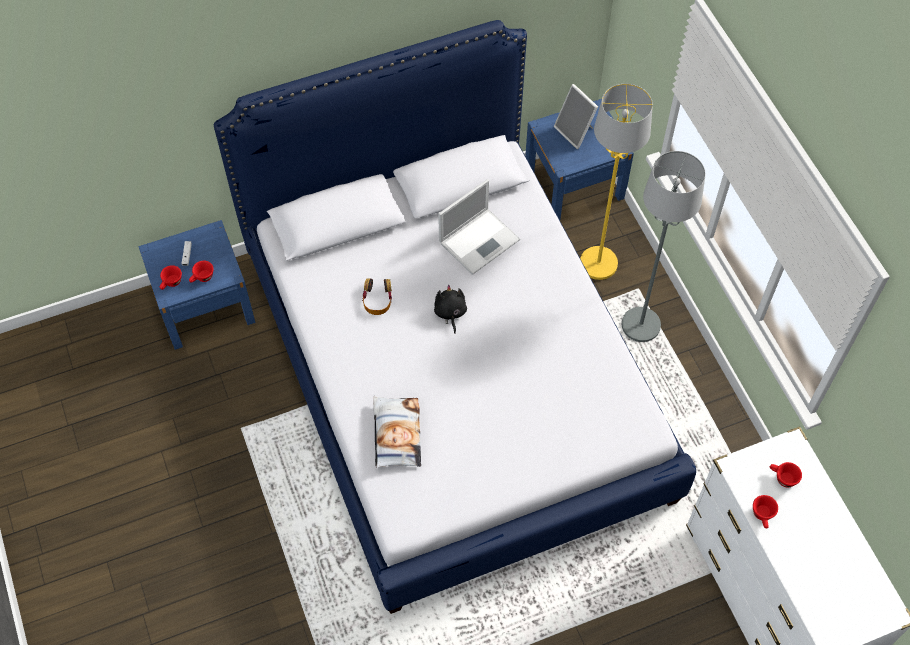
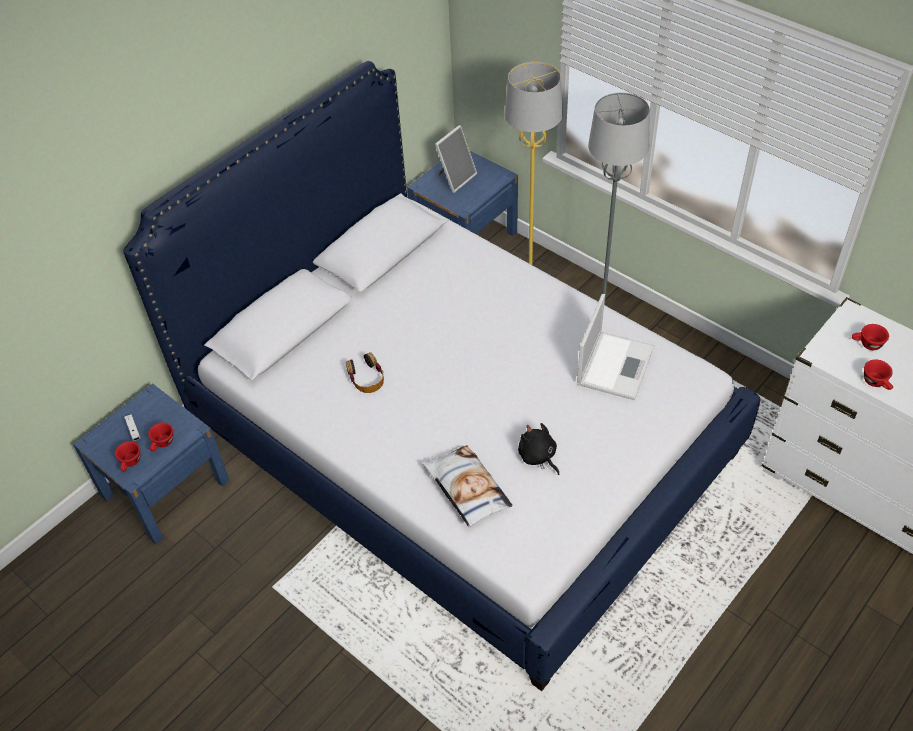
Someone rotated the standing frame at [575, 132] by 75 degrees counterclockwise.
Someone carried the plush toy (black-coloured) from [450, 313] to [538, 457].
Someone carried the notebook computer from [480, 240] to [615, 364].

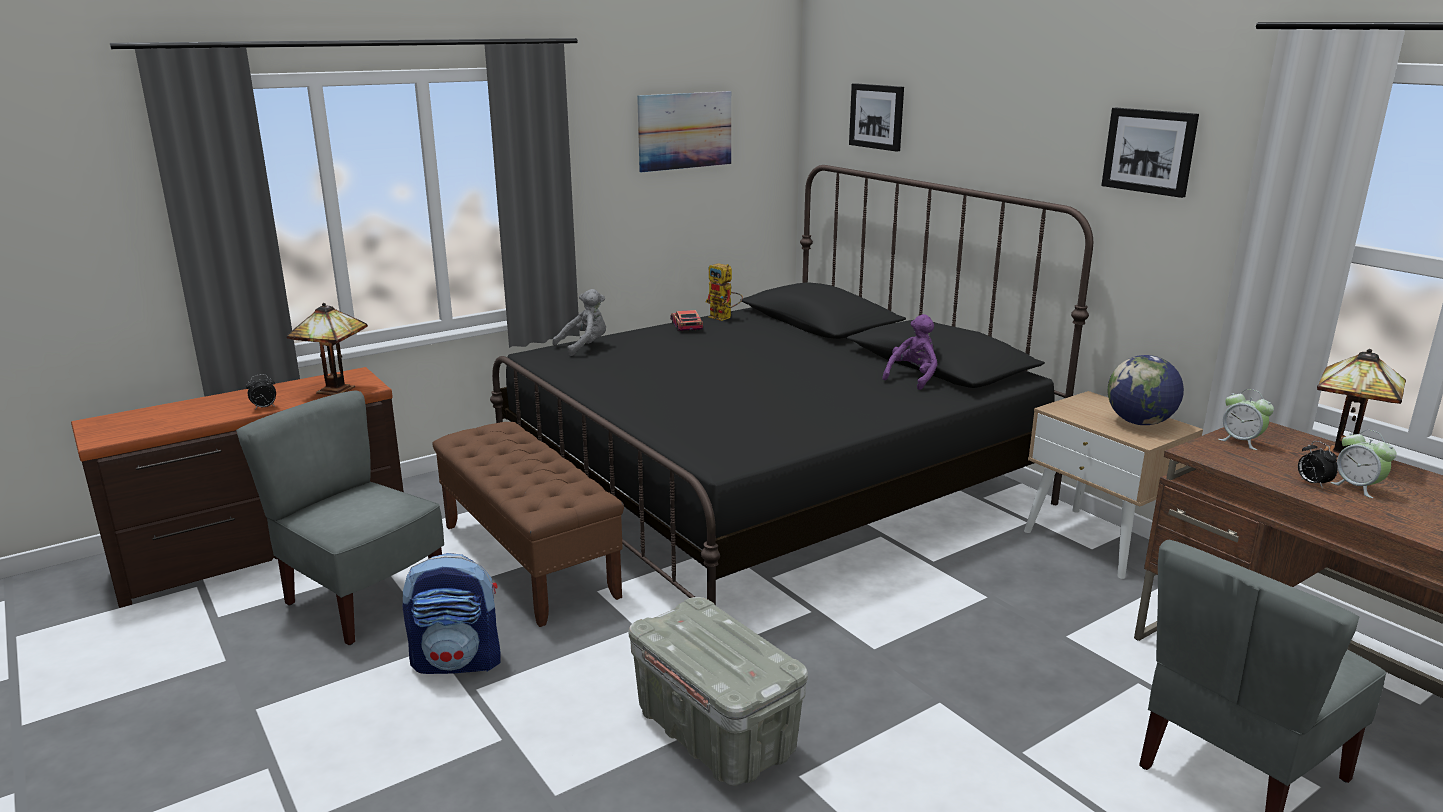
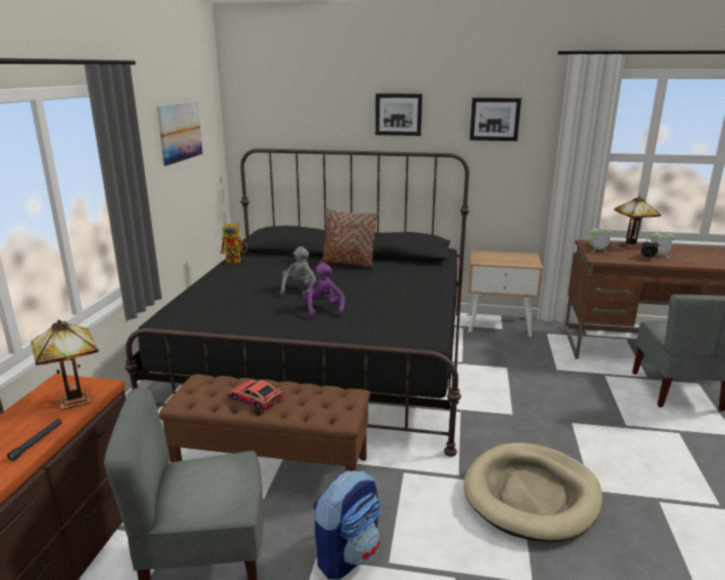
Someone swapped the alarm clock at [264, 408] for the torch (black-coloured) at [37, 442].
Someone carried the miniature car from [686, 326] to [254, 398].
Someone carried the plush toy (gray) from [585, 346] to [299, 289].
Someone carried the plush toy (purple-coloured) from [913, 378] to [323, 309].
Someone put down the cushion (brownish) at [348, 263].
Someone carried the wall art from [877, 116] to [398, 114].
Someone swapped the storage box (gray) at [716, 733] for the dog bed (beige) at [531, 495].
Someone took away the globe at [1139, 422].

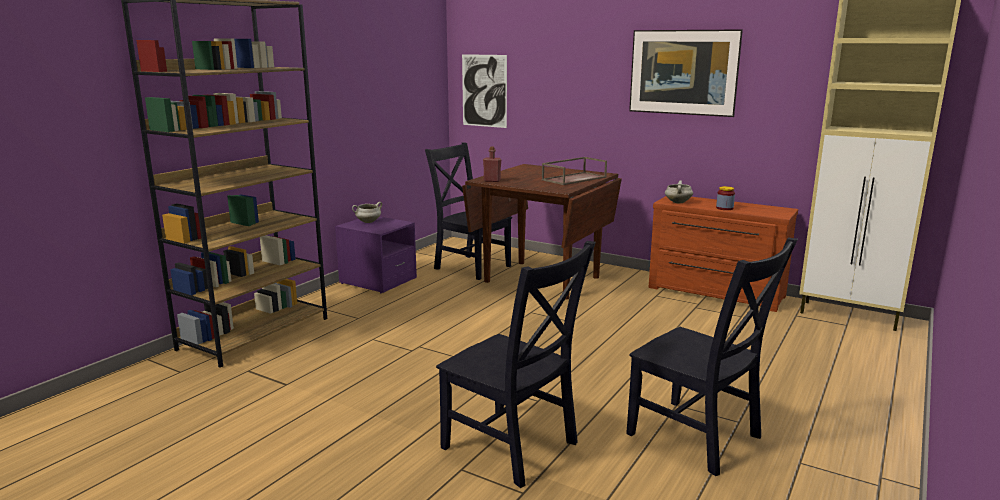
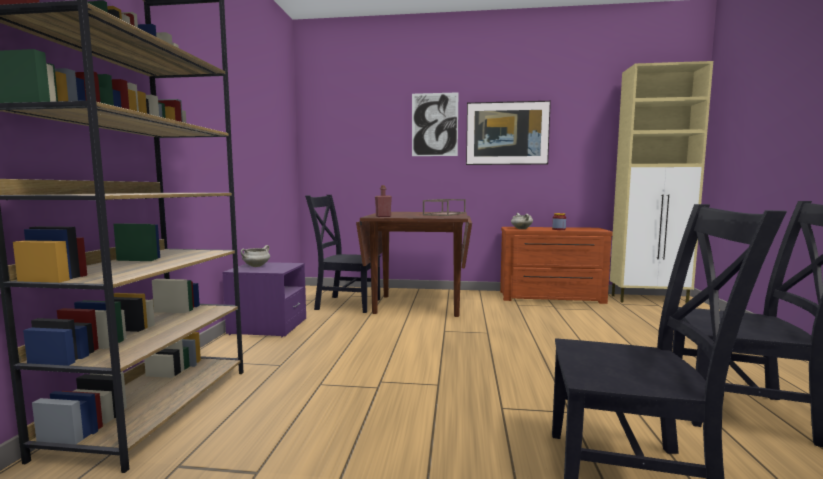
Someone carried the wall art from [484, 91] to [434, 124].

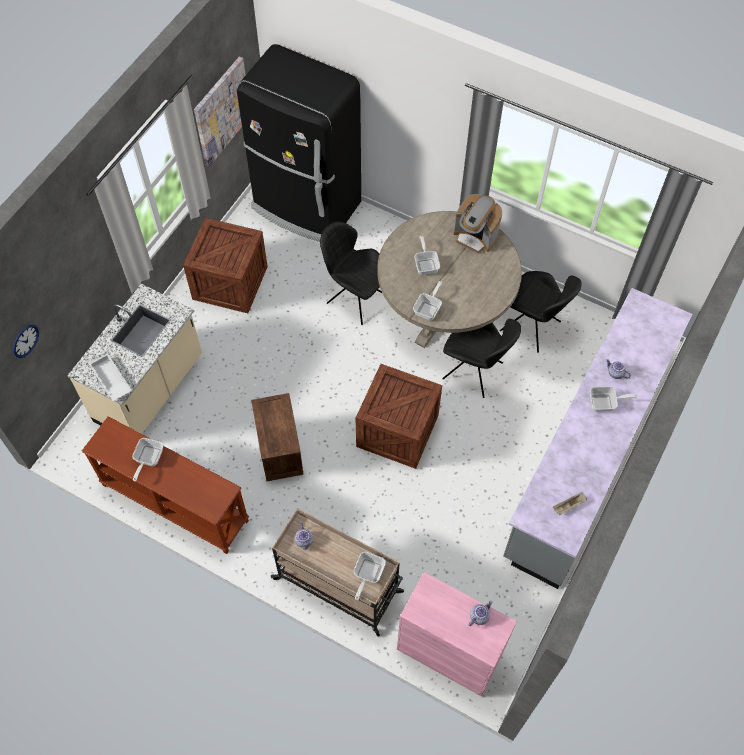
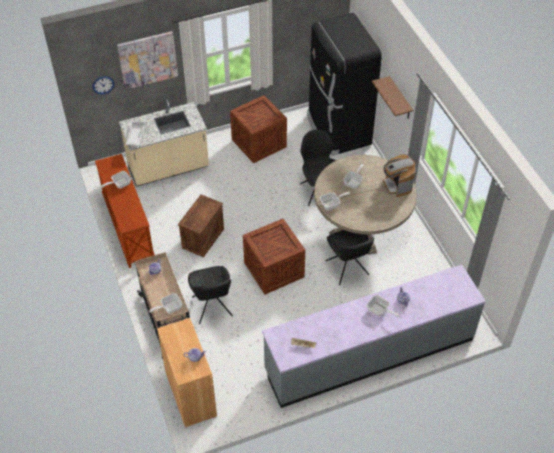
Someone carried the wall art from [221, 111] to [147, 59].
Someone repainted the storage cabinet (pink) at [449, 652], which became the storage cabinet (brownish) at [190, 393].
Someone carried the upright chair (black-coloured) from [532, 327] to [212, 308].
Someone put up the shelf (brownish) at [400, 99].

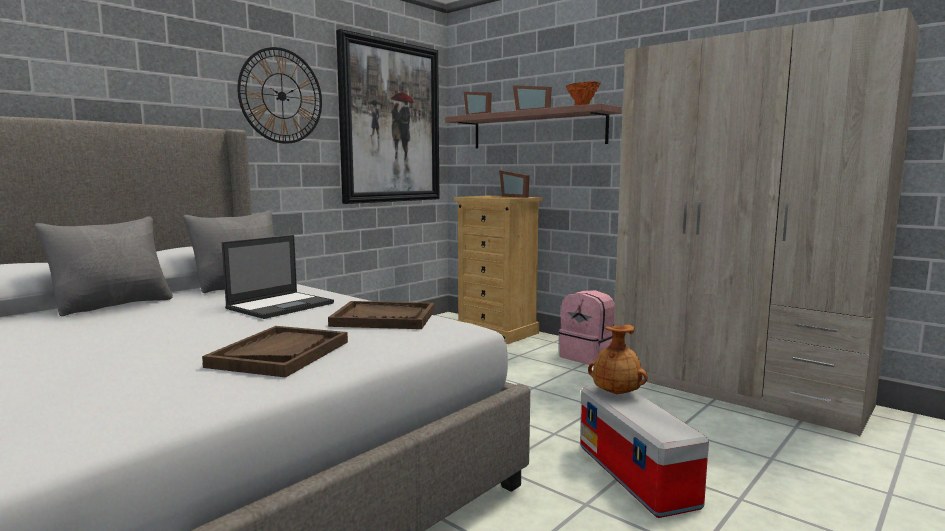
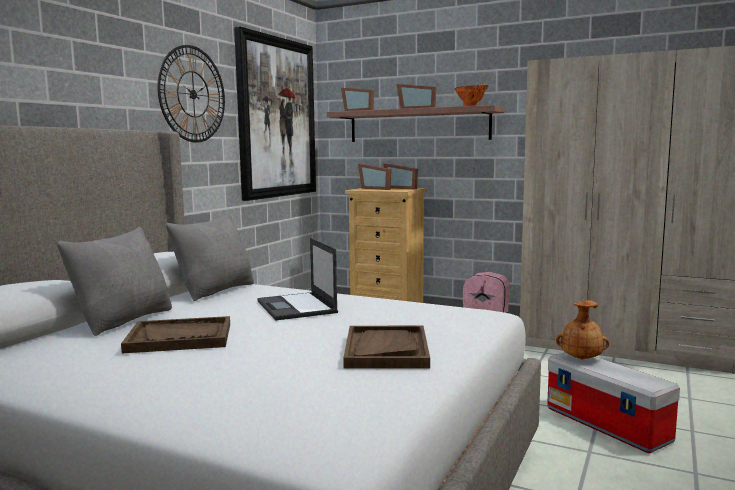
Someone carried the serving tray (brownish) from [384, 318] to [180, 338].
Someone rotated the notebook computer at [281, 305] by 135 degrees clockwise.
Someone put down the standing frame at [376, 188].

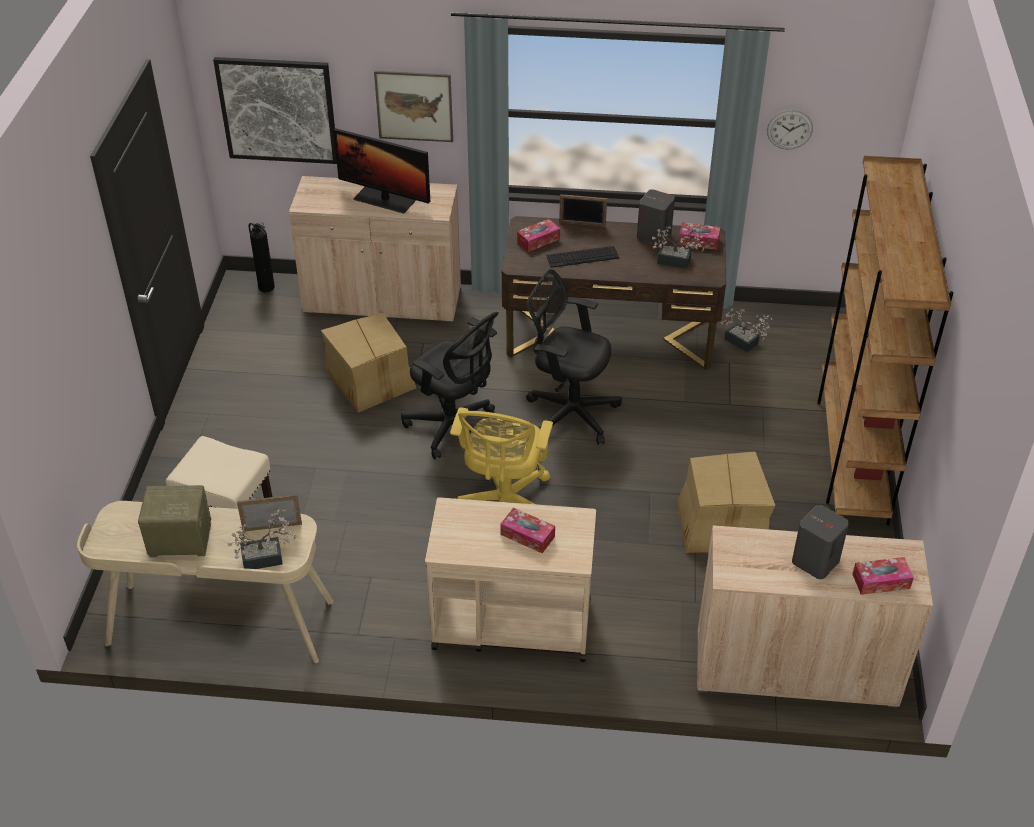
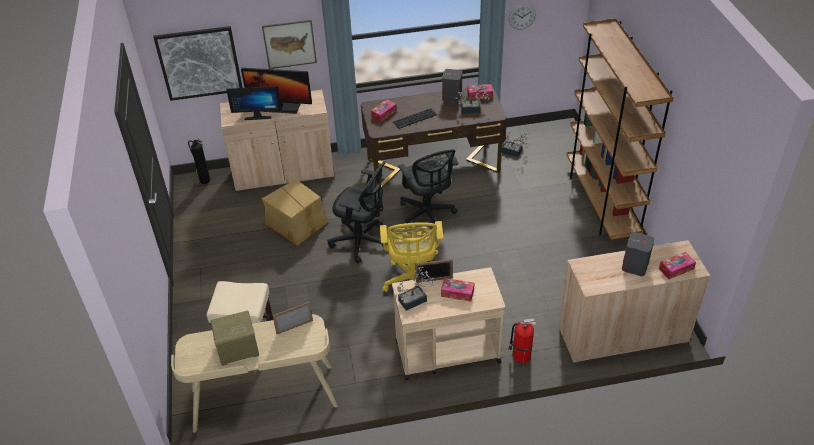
Someone put down the computer screen at [258, 116].
Someone carried the potted plant from [267, 558] to [415, 299].
Someone rotated the office chair (black-coloured) at [569, 411] by 120 degrees counterclockwise.
Someone carried the standing frame from [582, 224] to [434, 280].
Someone put down the extinguisher at [520, 355].
Someone took away the cardboard box at [721, 524].

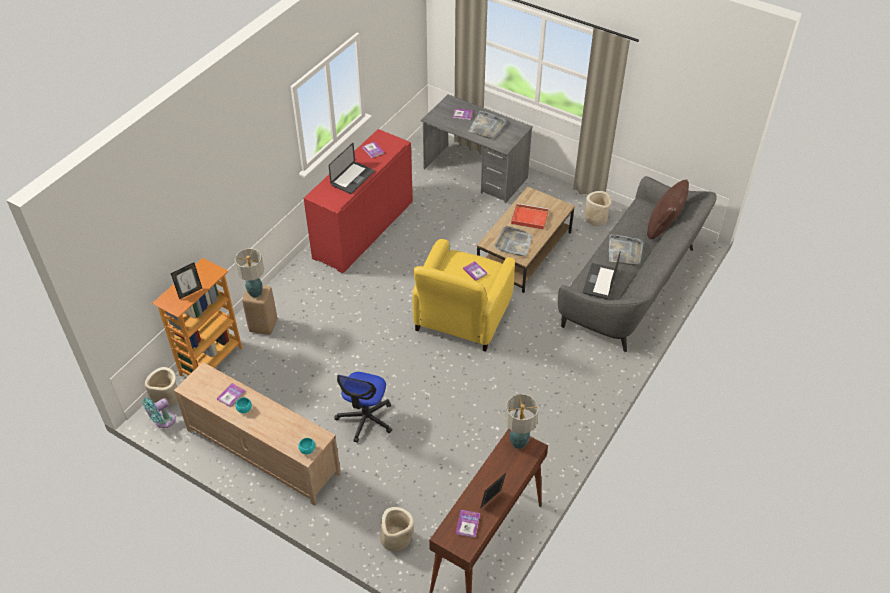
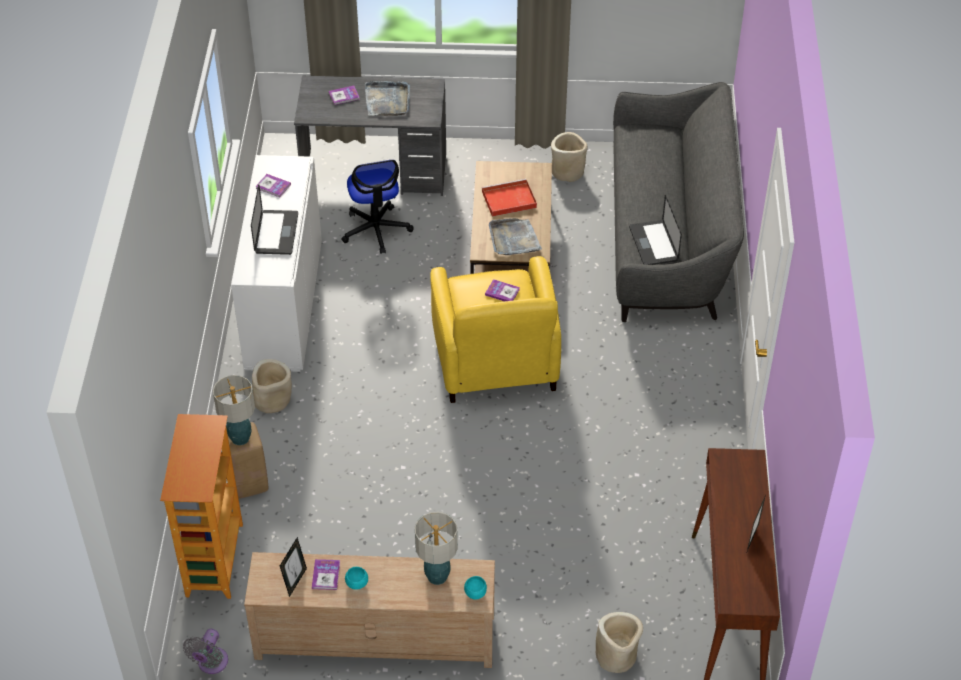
Someone repainted the fan (turquoise) at [163, 421], which became the fan (gray) at [211, 663].
Someone repainted the storage cabinet (red-coloured) at [363, 230], which became the storage cabinet (white) at [284, 304].
Someone carried the planter (beige) from [166, 397] to [272, 401].
Someone carried the standing frame from [190, 292] to [295, 581].
Someone carried the office chair from [365, 419] to [376, 230].
Someone carried the tabletop lamp from [518, 443] to [437, 577].
Someone took away the bound book at [467, 524].
Someone took away the serving tray (gray) at [624, 251].
Someone took away the cushion (brownish) at [663, 227].

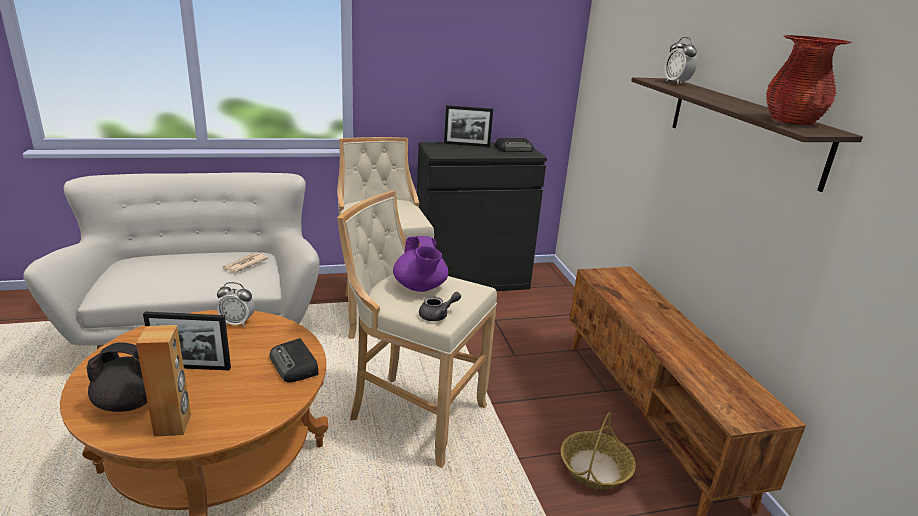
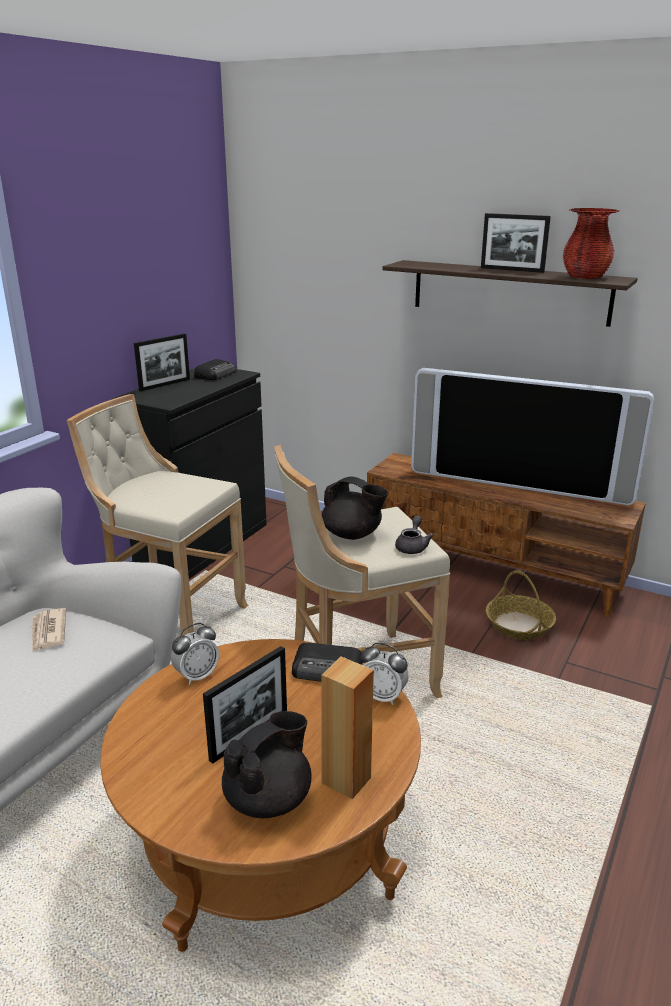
Someone repainted the tea pot (purple-coloured) at [420, 287], which became the tea pot (black-coloured) at [352, 534].
Someone carried the alarm clock from [676, 82] to [383, 696].
Someone put down the television at [519, 484].
Someone put down the standing frame at [512, 270].

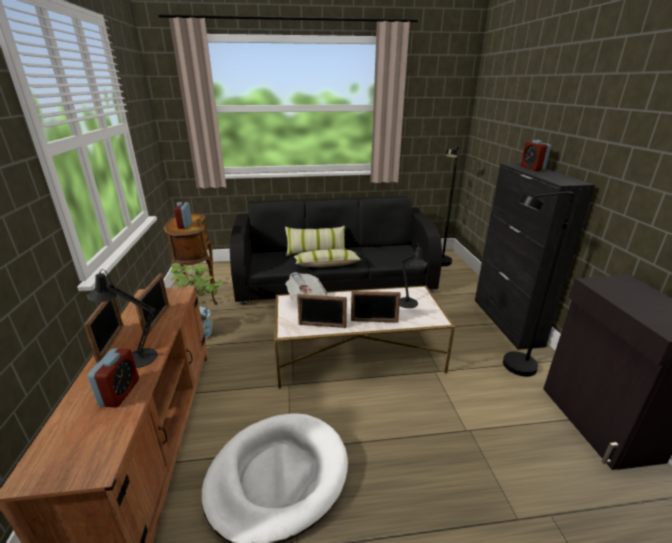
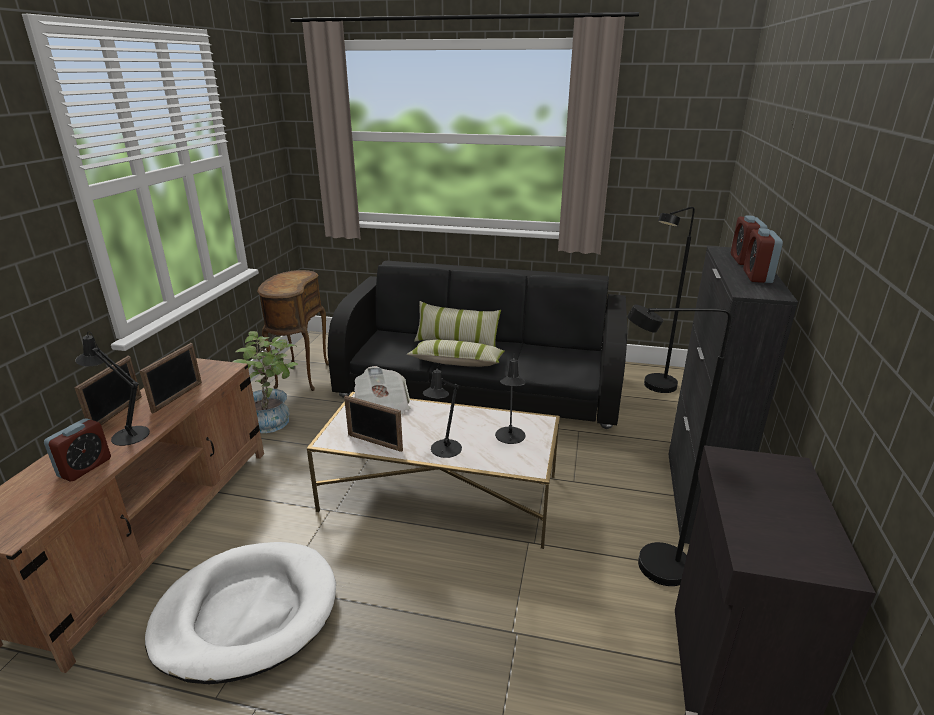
Someone swapped the standing frame at [374, 321] for the tabletop lamp (black-coloured) at [444, 451].
Someone carried the alarm clock from [185, 225] to [757, 276].

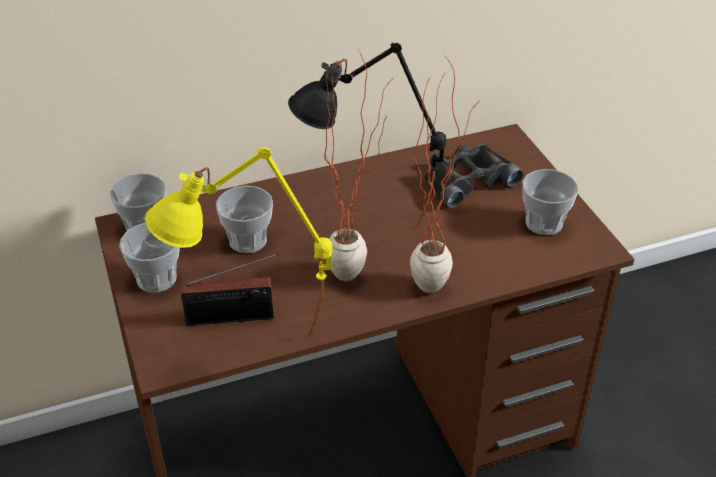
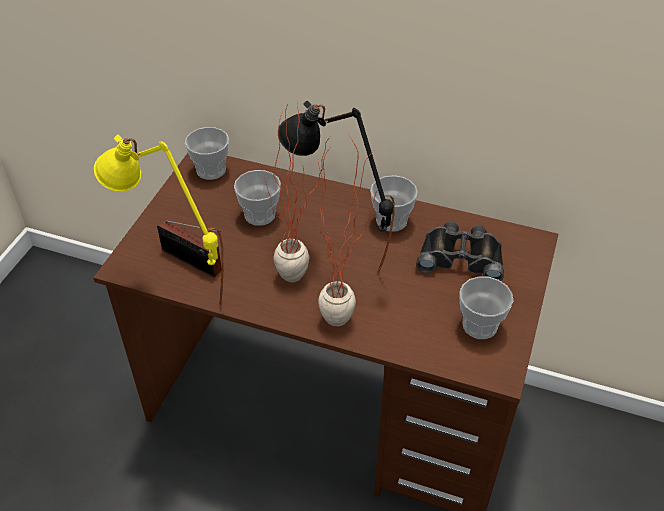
Someone carried the small cup from [156, 279] to [391, 221].

